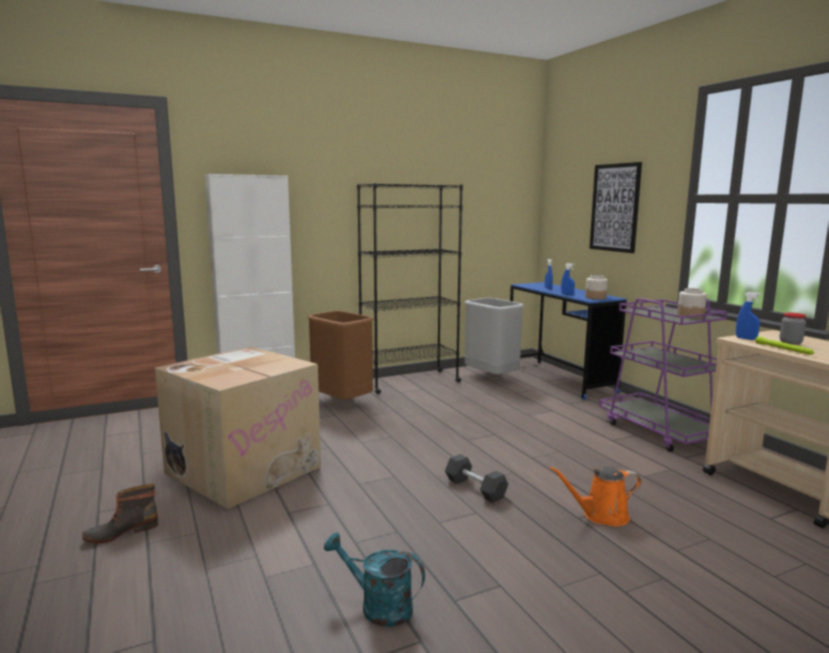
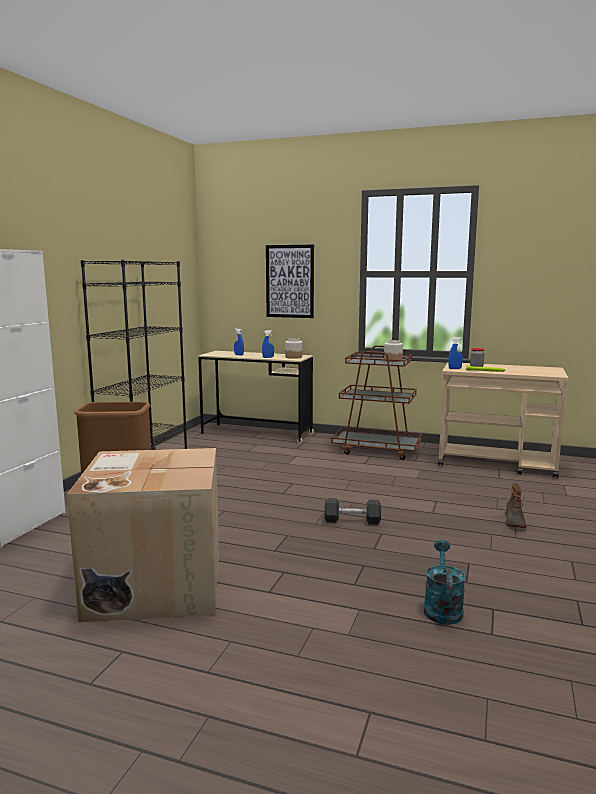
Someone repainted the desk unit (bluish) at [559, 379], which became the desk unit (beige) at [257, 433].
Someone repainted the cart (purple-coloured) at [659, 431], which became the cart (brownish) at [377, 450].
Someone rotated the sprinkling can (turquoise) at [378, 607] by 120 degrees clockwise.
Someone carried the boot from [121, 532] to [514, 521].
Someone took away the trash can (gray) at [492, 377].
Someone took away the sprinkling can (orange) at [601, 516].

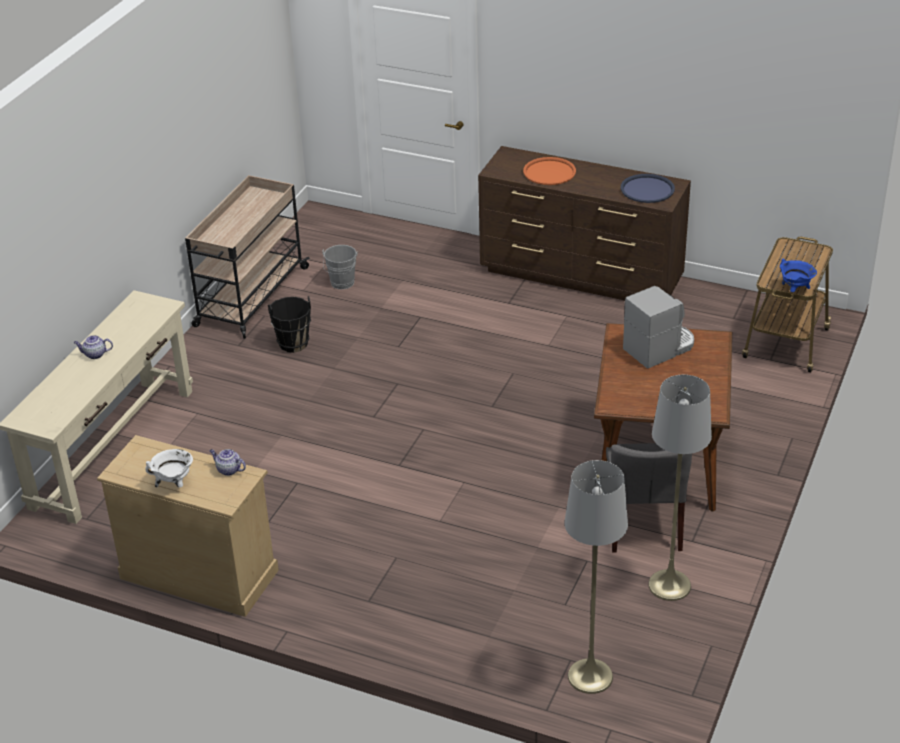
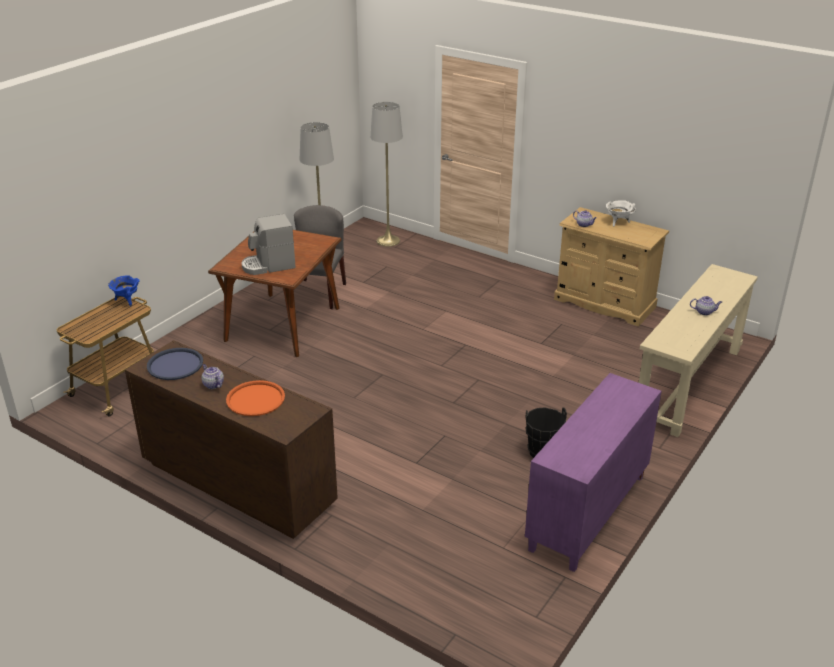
Someone put down the tea pot at [213, 384].
Someone swapped the cart (beige) at [250, 297] for the storage cabinet (purple-coloured) at [588, 513].
Someone took away the water bucket (gray) at [342, 284].

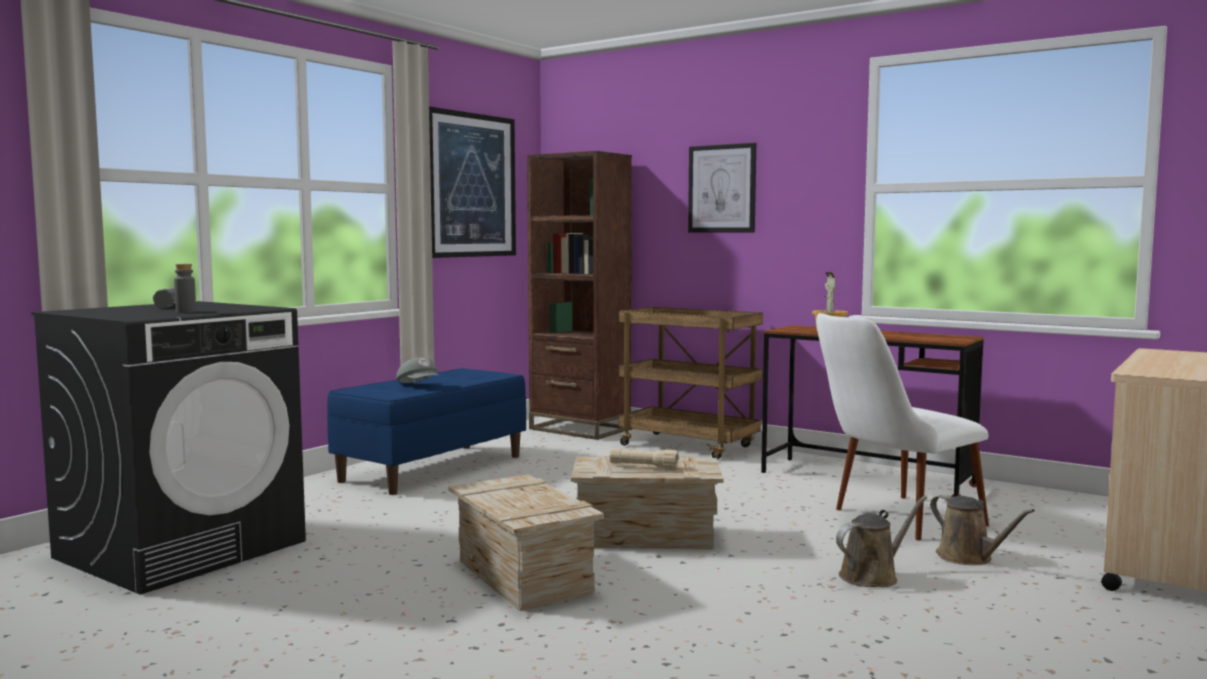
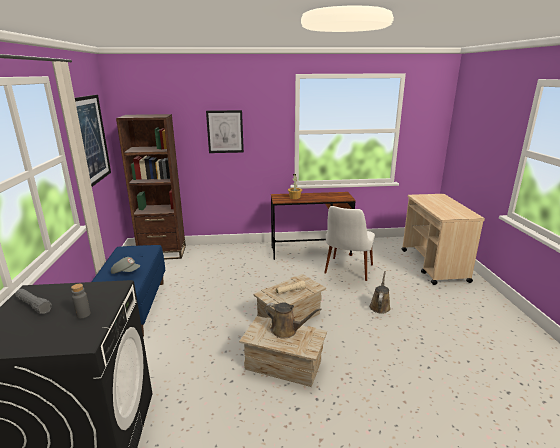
Someone carried the sprinkling can (brownish) from [968, 558] to [286, 330].
Someone took away the cart (brownish) at [690, 446].

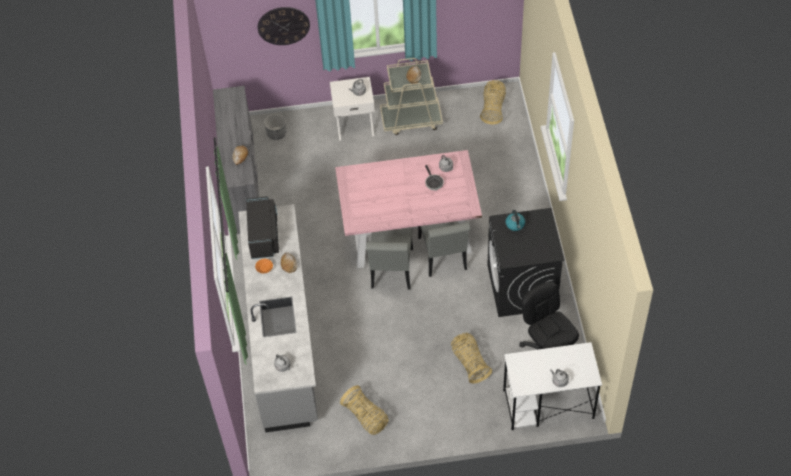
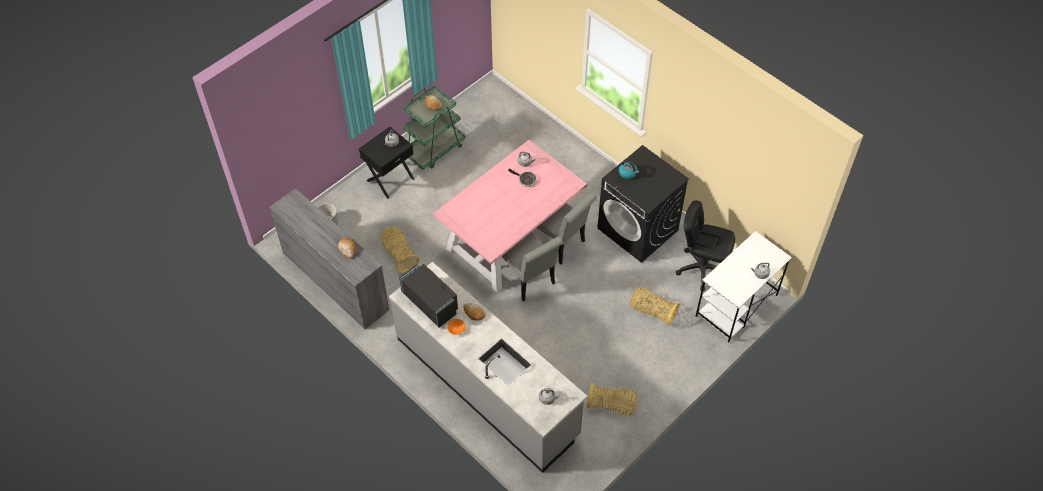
Someone repainted the night table (white) at [354, 125], which became the night table (black-coloured) at [390, 179].
Someone carried the household basket from [493, 108] to [399, 254].
Someone repainted the cart (beige) at [411, 120], which became the cart (green) at [434, 149].
Someone took away the clock on the wall at [283, 25].

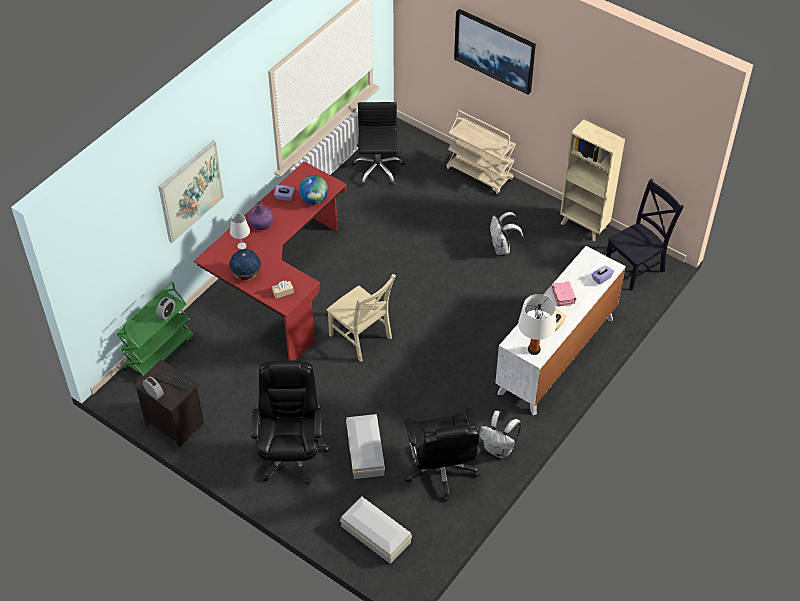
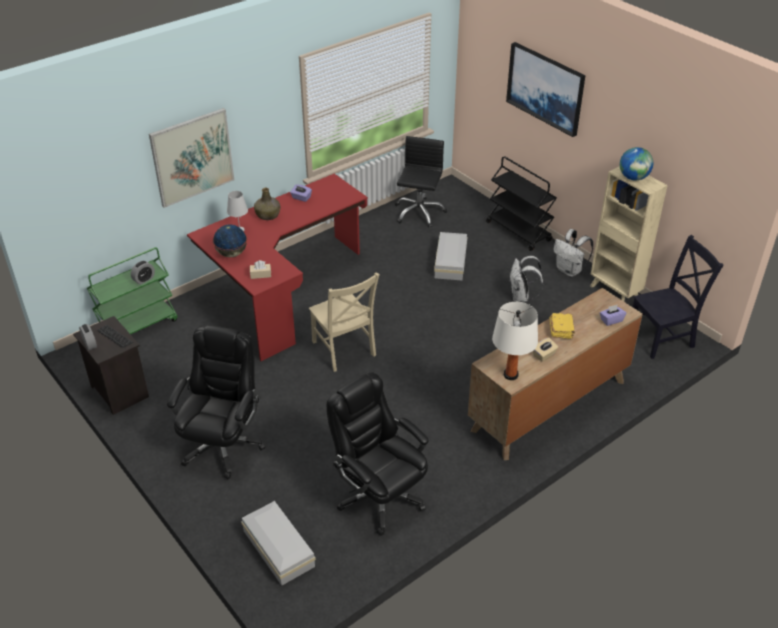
Someone repainted the drink bottle (purple-coloured) at [261, 223], which became the drink bottle (green) at [268, 215].
Someone rotated the office chair (black-coloured) at [441, 470] by 135 degrees clockwise.
Someone carried the storage box (white) from [366, 450] to [451, 261].
Someone repainted the dresser (white) at [556, 356], which became the dresser (brownish) at [549, 406].
Someone repainted the cart (beige) at [480, 174], which became the cart (black-coloured) at [519, 232].
Someone repainted the bound book (pink) at [563, 296], which became the bound book (yellowish) at [561, 330].
Someone carried the backpack (white) from [499, 449] to [569, 271].
Someone carried the globe from [314, 200] to [633, 178].

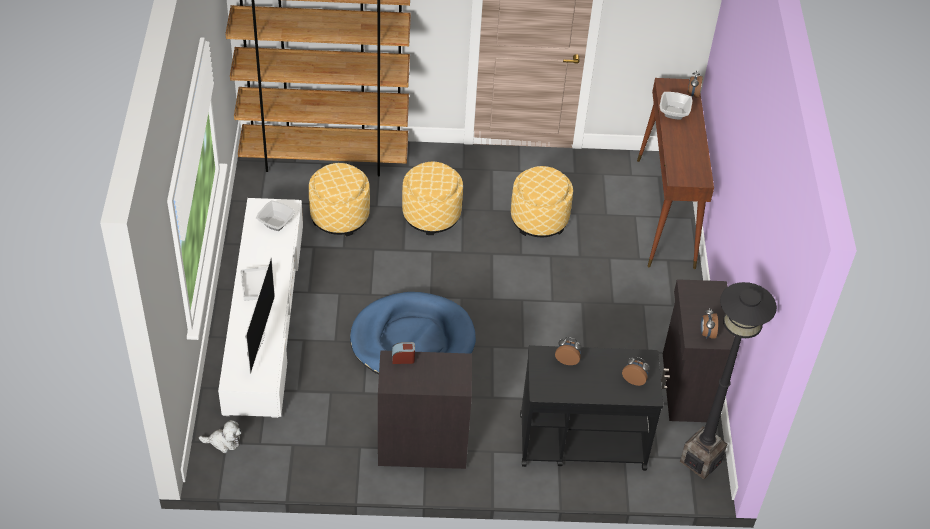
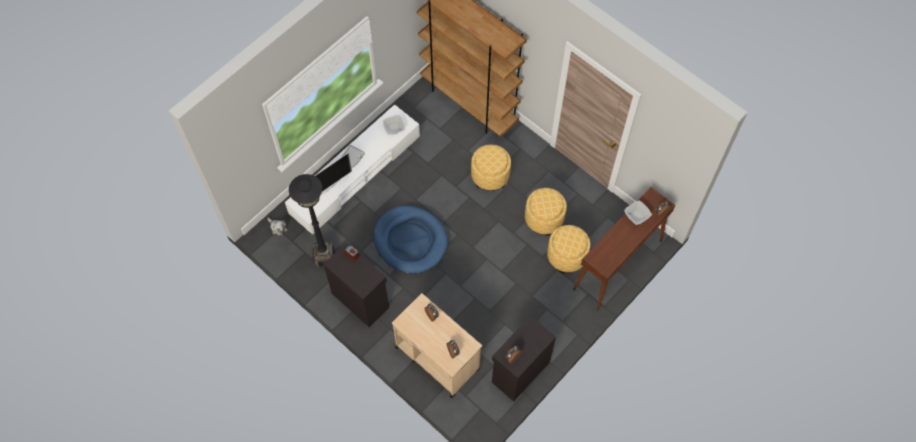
Someone carried the standing lamp (black-coloured) from [701, 461] to [325, 258].
Someone repainted the cart (black-coloured) at [581, 441], which became the cart (beige) at [437, 357].
Someone carried the pouffe from [339, 216] to [566, 256].

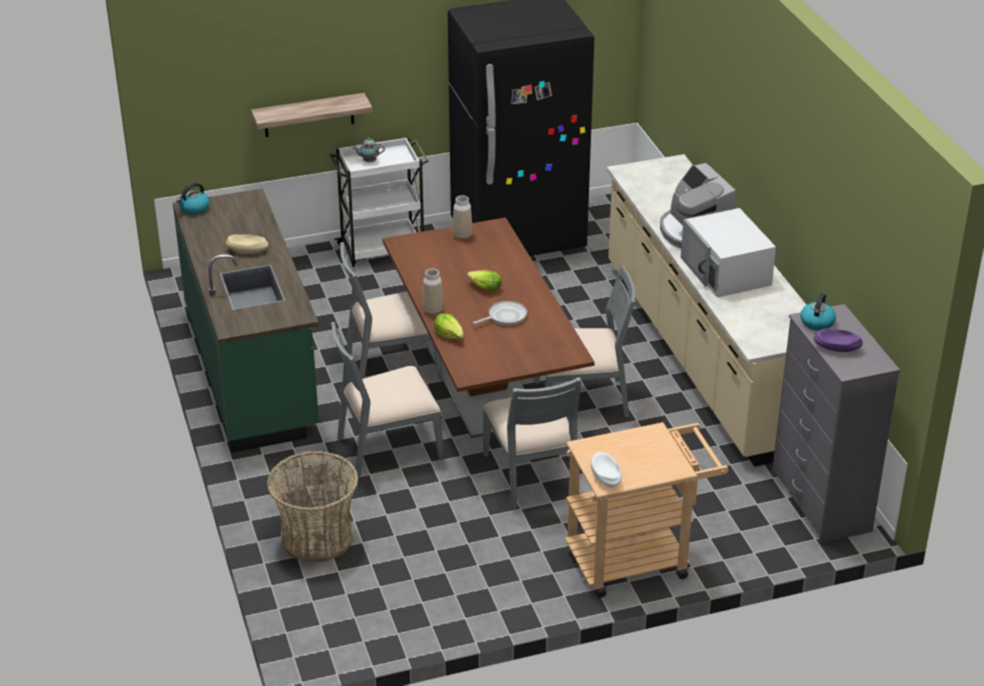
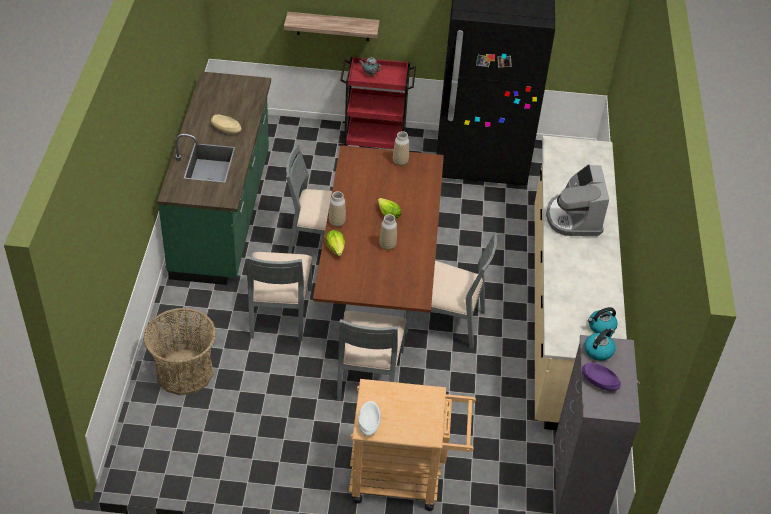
Someone rotated the upright chair (gray) at [388, 447] by 90 degrees counterclockwise.
Someone repainted the cart (white) at [382, 249], which became the cart (red-coloured) at [375, 140].
Someone swapped the skillet at [505, 317] for the flower vase at [387, 245].
Someone carried the tea kettle from [194, 209] to [601, 327].
Someone took away the microwave oven (white) at [726, 271].

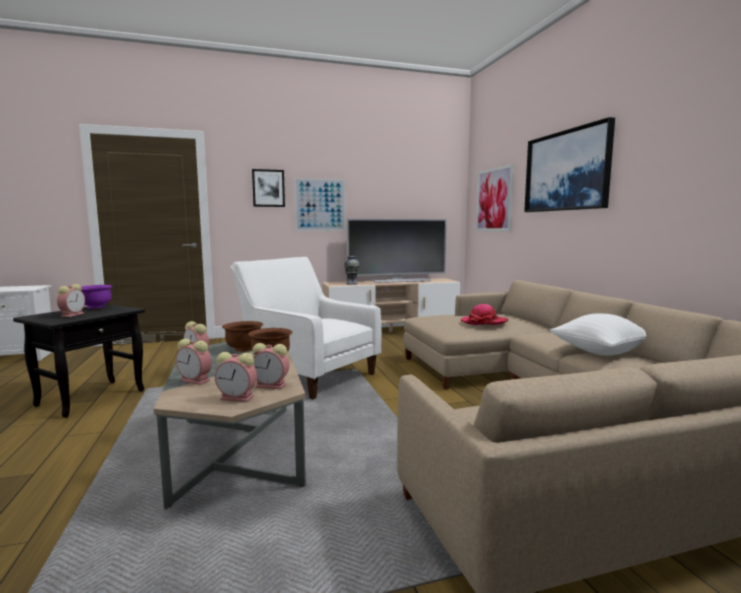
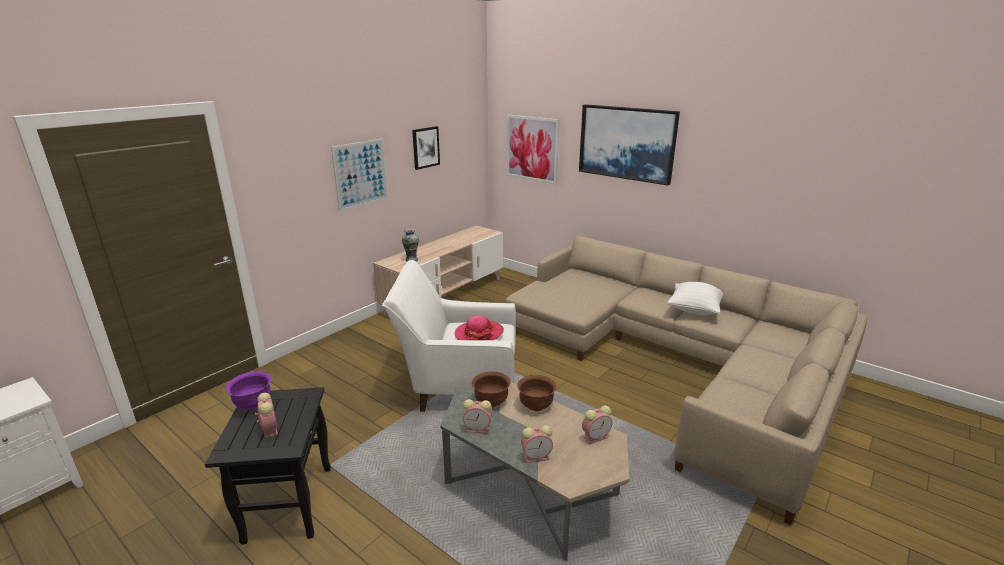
Someone carried the wall art from [268, 188] to [425, 147].
Someone carried the hat from [484, 322] to [479, 334].
Someone took away the alarm clock at [238, 397].
Someone took away the television at [400, 280].

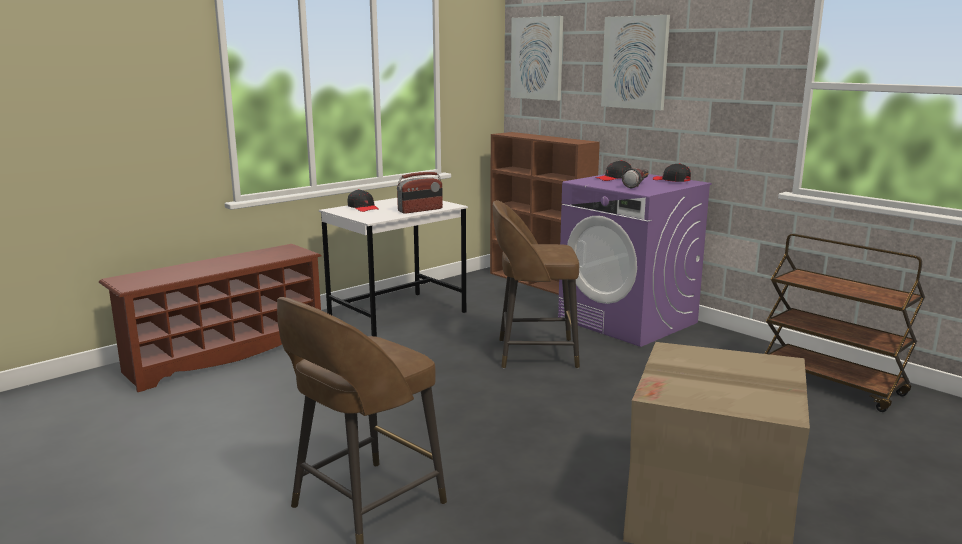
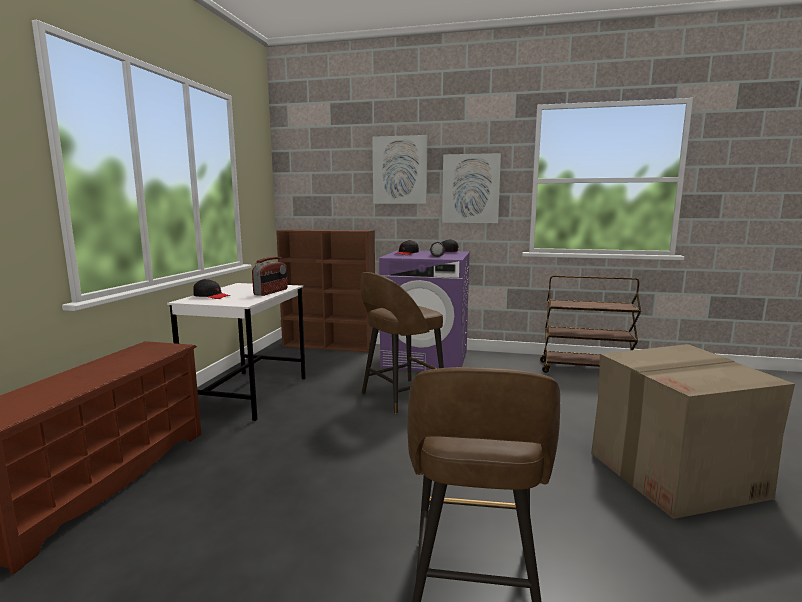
Someone carried the wall art from [537, 58] to [471, 189].

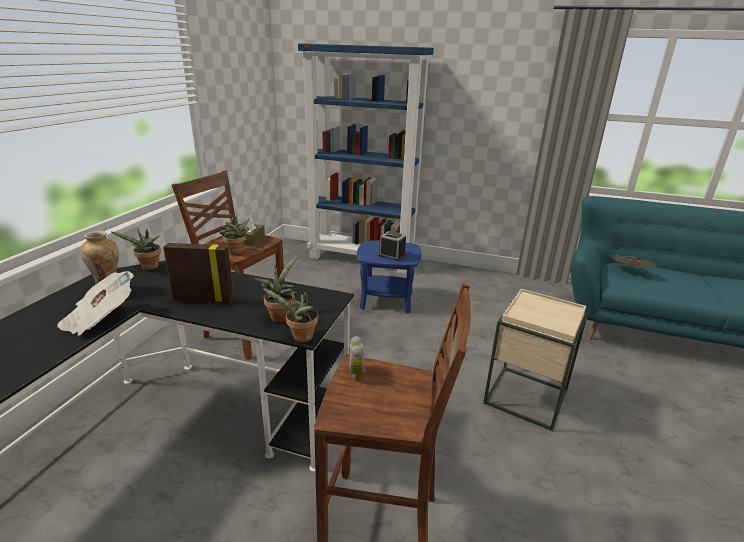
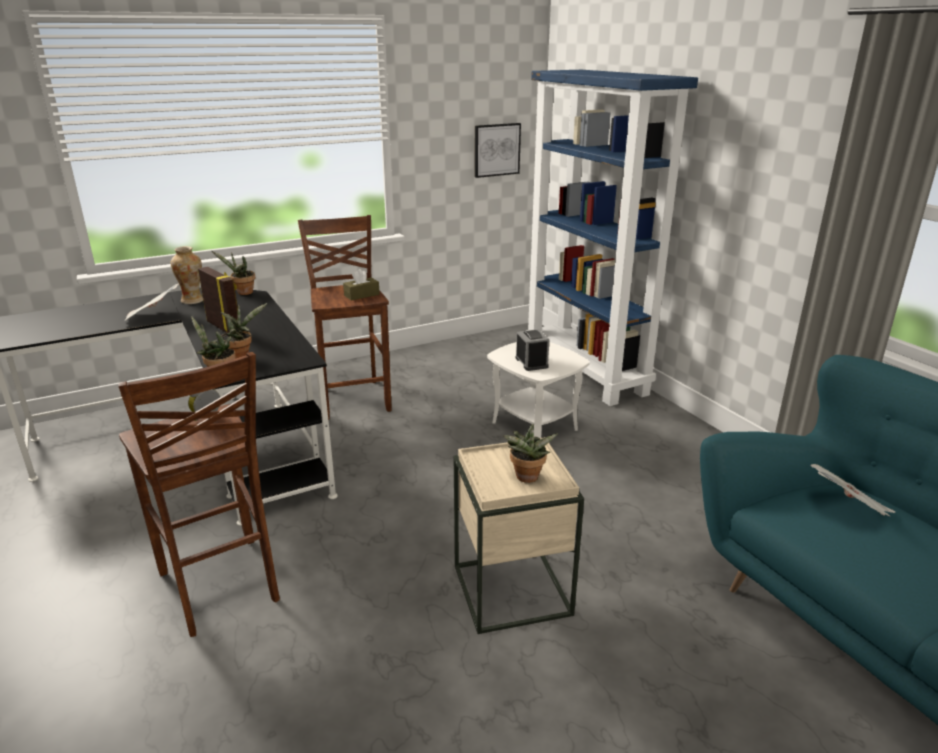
Someone put up the wall art at [496, 150].
Someone repainted the side table (bluish) at [386, 300], which became the side table (white) at [534, 425].
Someone carried the potted plant from [236, 252] to [526, 478].

